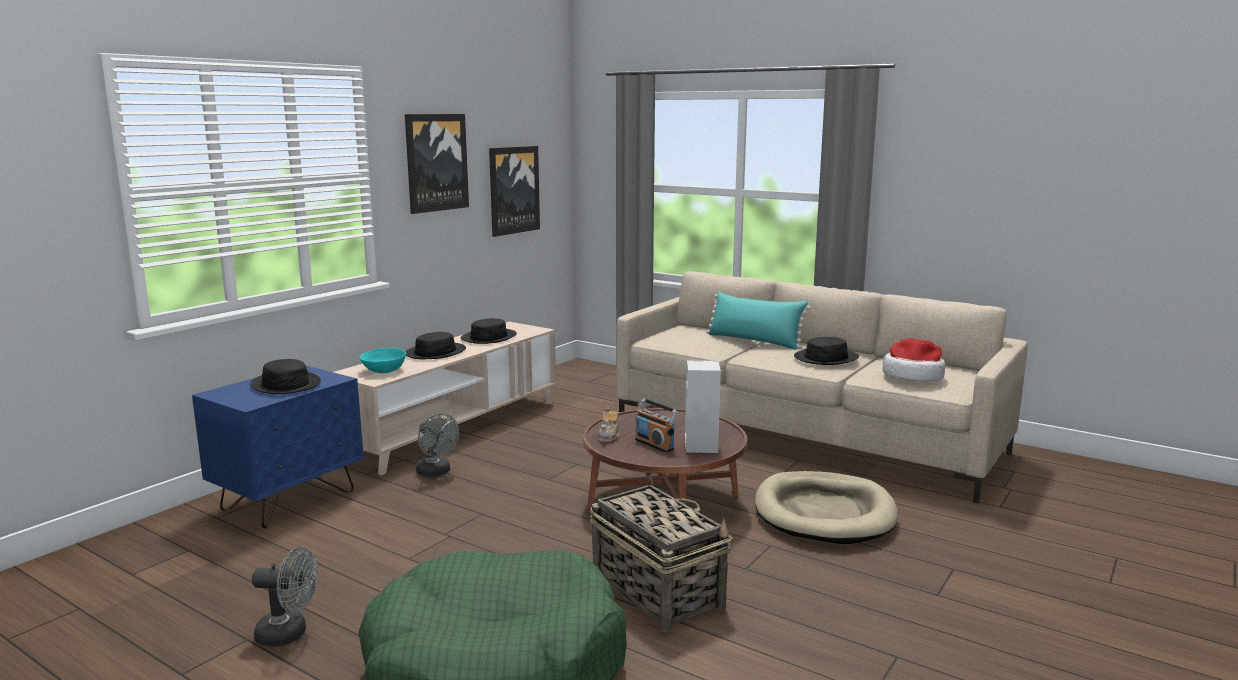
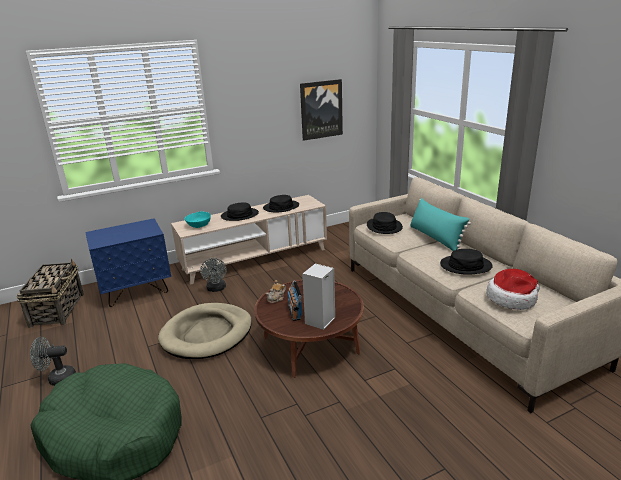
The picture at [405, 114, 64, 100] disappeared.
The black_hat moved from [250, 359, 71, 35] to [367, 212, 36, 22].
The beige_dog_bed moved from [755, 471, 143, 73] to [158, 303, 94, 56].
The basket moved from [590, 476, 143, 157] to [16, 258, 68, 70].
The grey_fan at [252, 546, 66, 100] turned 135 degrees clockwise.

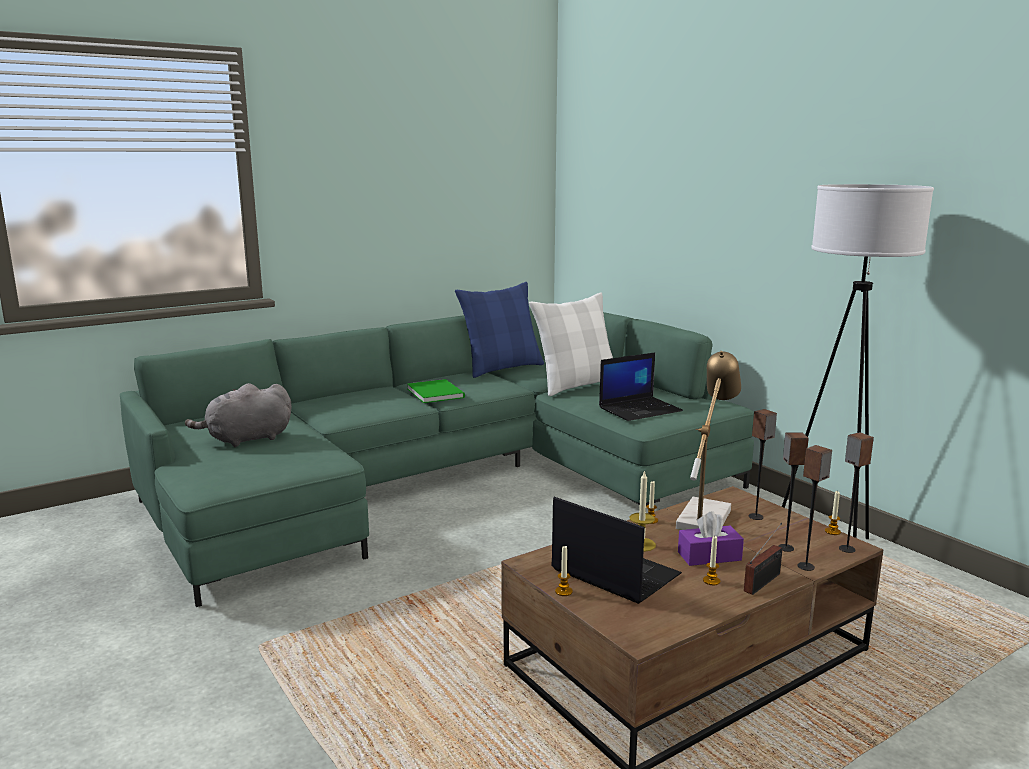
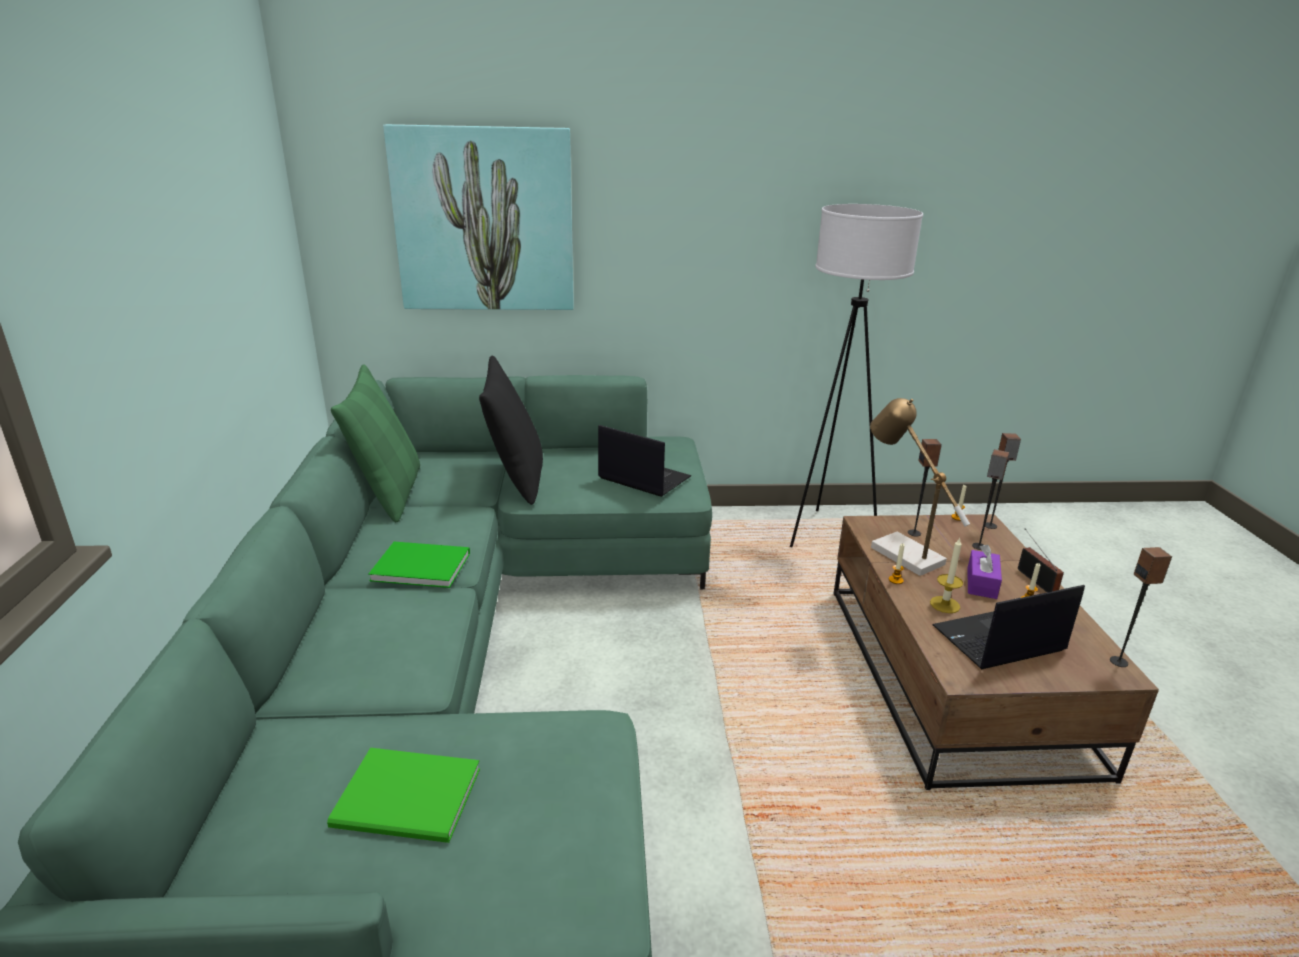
The blue_pillow at [455, 282, 89, 96] became the green_pillow at [331, 364, 89, 158].
The white_pillow at [529, 292, 84, 104] became the black_pillow at [479, 356, 64, 149].
The laptop at [599, 352, 84, 69] turned 60 degrees counterclockwise.
The grey_plush_toy at [185, 383, 107, 64] was replaced by the green_book at [327, 748, 153, 95].
The speaker moved from [798, 445, 34, 126] to [1110, 547, 62, 120].
The candle at [555, 545, 18, 51] disappeared.
The picture at [383, 124, 191, 186] appeared.

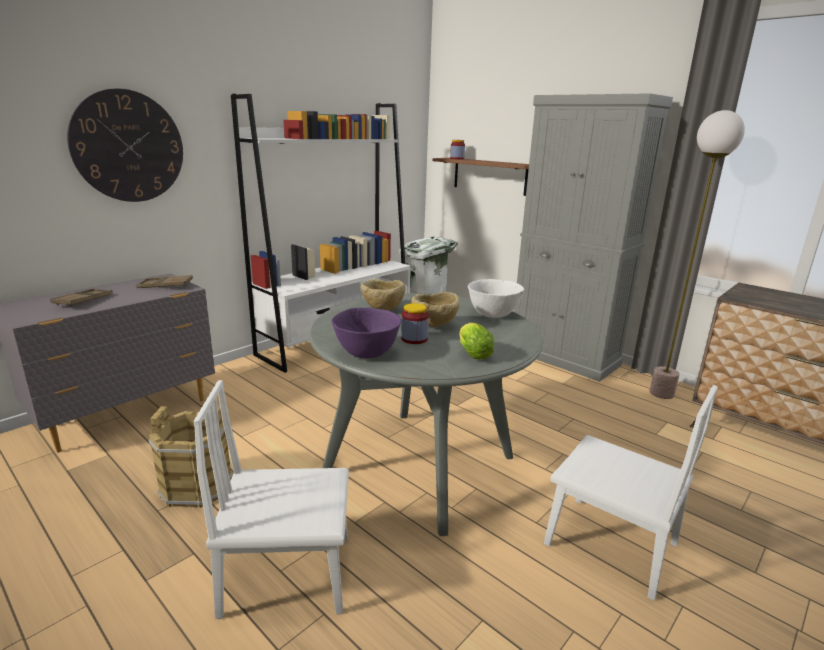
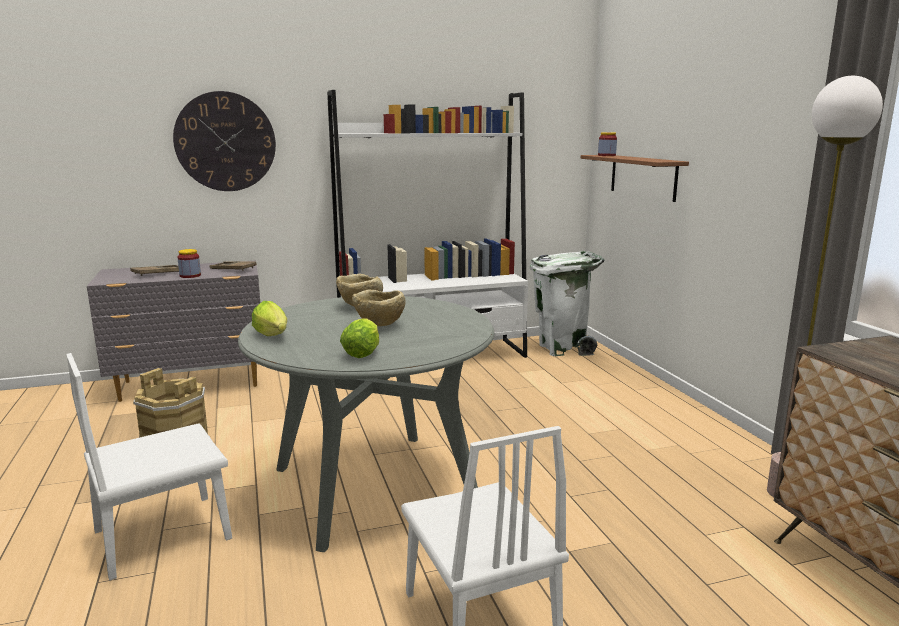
The grey_cabinet at [514, 93, 159, 289] disappeared.
The white_bowl at [468, 279, 56, 39] disappeared.
The jar moved from [401, 303, 28, 41] to [178, 249, 23, 29].
The purple_bowl at [332, 308, 69, 51] was replaced by the lettuce at [252, 301, 35, 35].
The white_chair at [194, 380, 155, 239] turned 60 degrees counterclockwise.

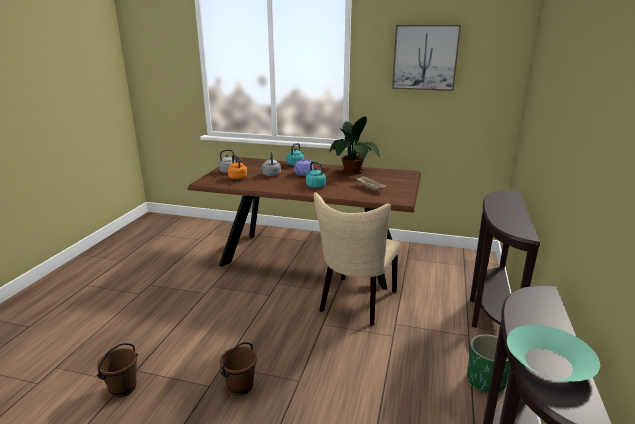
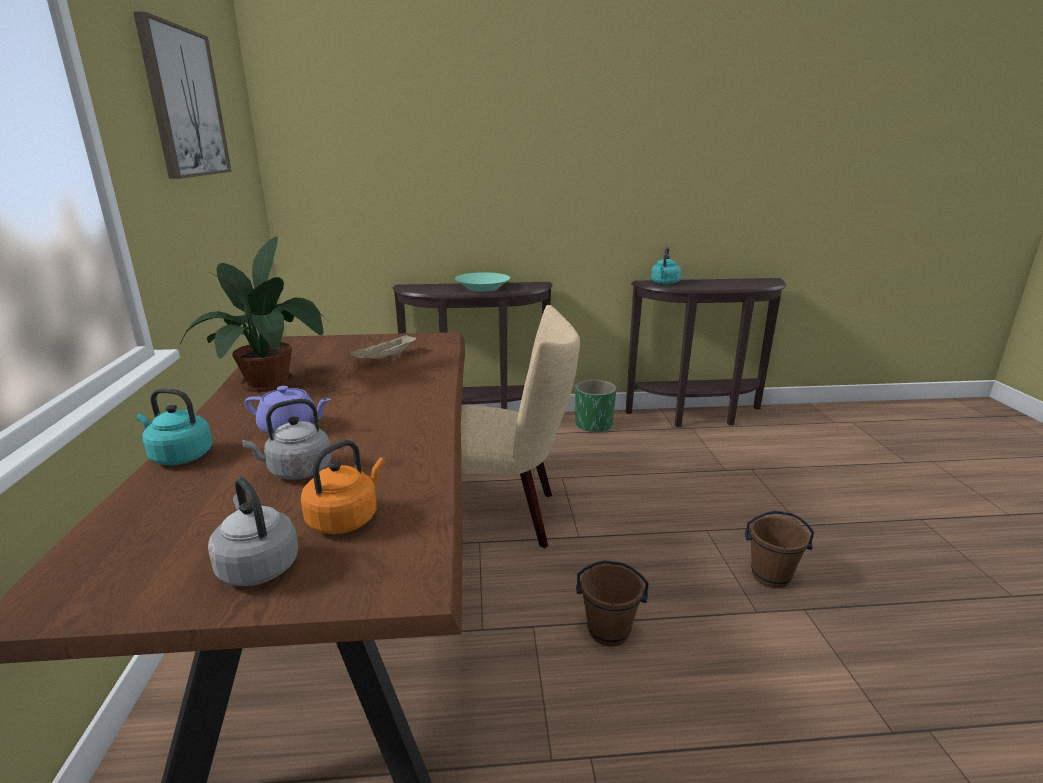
The turquoise_kettle moved from [304, 162, 22, 26] to [651, 247, 30, 38].
The turquoise_bowl moved from [507, 325, 93, 56] to [455, 272, 55, 20].
The brown_bucket moved from [97, 343, 41, 54] to [576, 560, 73, 87].

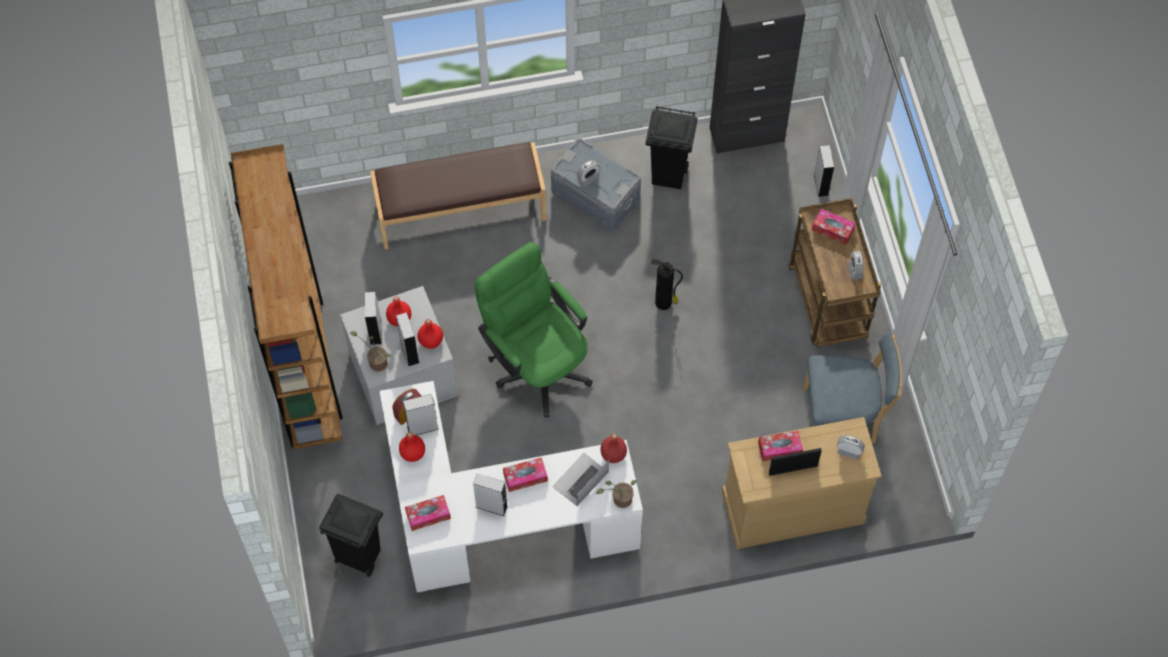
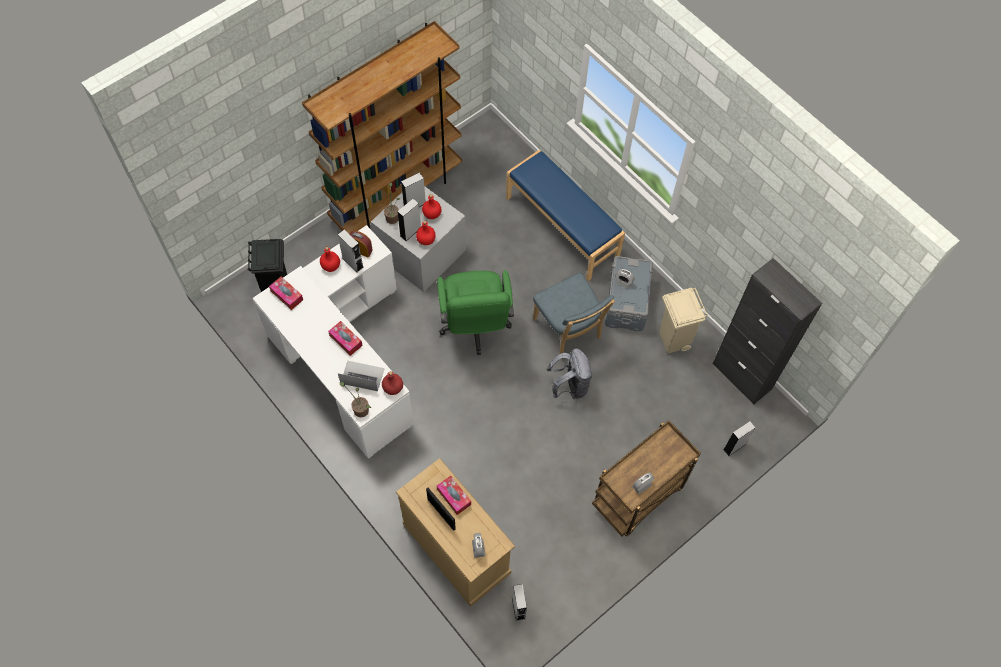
The black_trash_can at [646, 106, 52, 83] became the beige_trash_can at [659, 288, 49, 66].
The brown_bench at [370, 142, 176, 107] became the blue_bench at [506, 150, 119, 131].
The tissue_box at [812, 209, 44, 36] disappeared.
The green_office_chair at [475, 242, 118, 175] turned 150 degrees clockwise.
The fire_extinguisher at [651, 258, 32, 52] was replaced by the grey_backpack at [547, 348, 45, 51].
The blue_chair moved from [803, 332, 99, 112] to [533, 273, 82, 81].
The grey_speaker moved from [473, 473, 35, 43] to [512, 584, 15, 37].

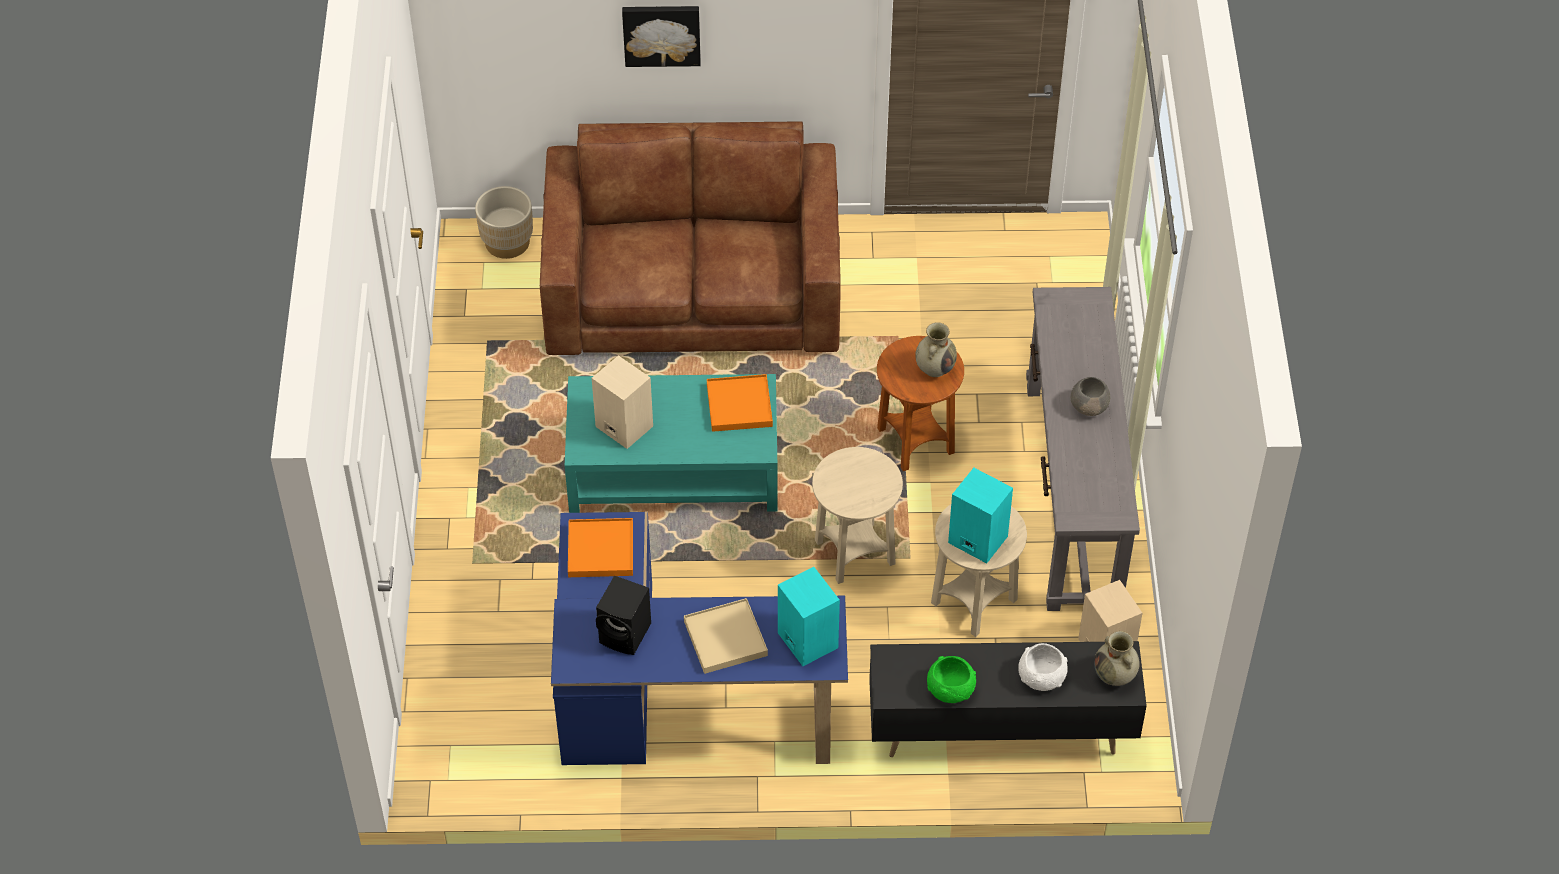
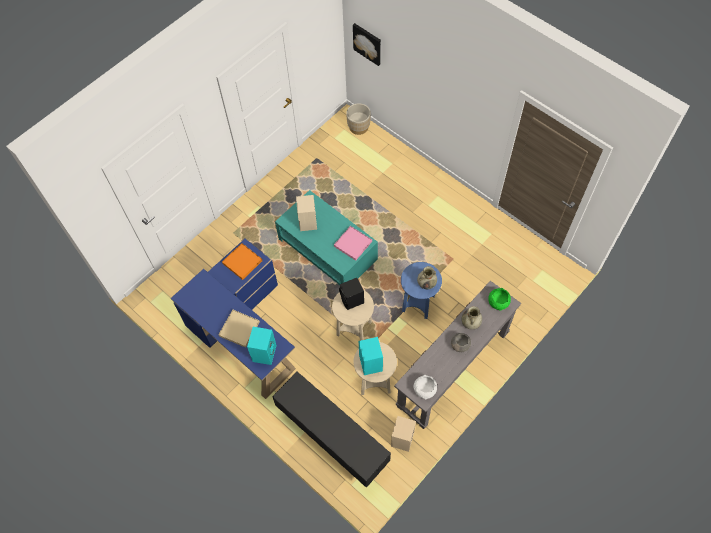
The picture moved from [622, 6, 79, 61] to [353, 23, 28, 43].
The brown_sofa at [540, 121, 301, 234] disappeared.
The brown_side_table at [877, 336, 87, 135] became the blue_side_table at [401, 262, 41, 57].
The orange_tray at [707, 374, 66, 58] became the pink_tray at [334, 226, 38, 35].
The black_speaker moved from [596, 575, 55, 80] to [339, 278, 25, 32].
The beige_vase moved from [1094, 631, 46, 55] to [461, 306, 21, 24].
The white_bowl moved from [1018, 643, 50, 48] to [413, 375, 24, 25].
The green_bowl moved from [927, 656, 49, 47] to [488, 288, 23, 23].

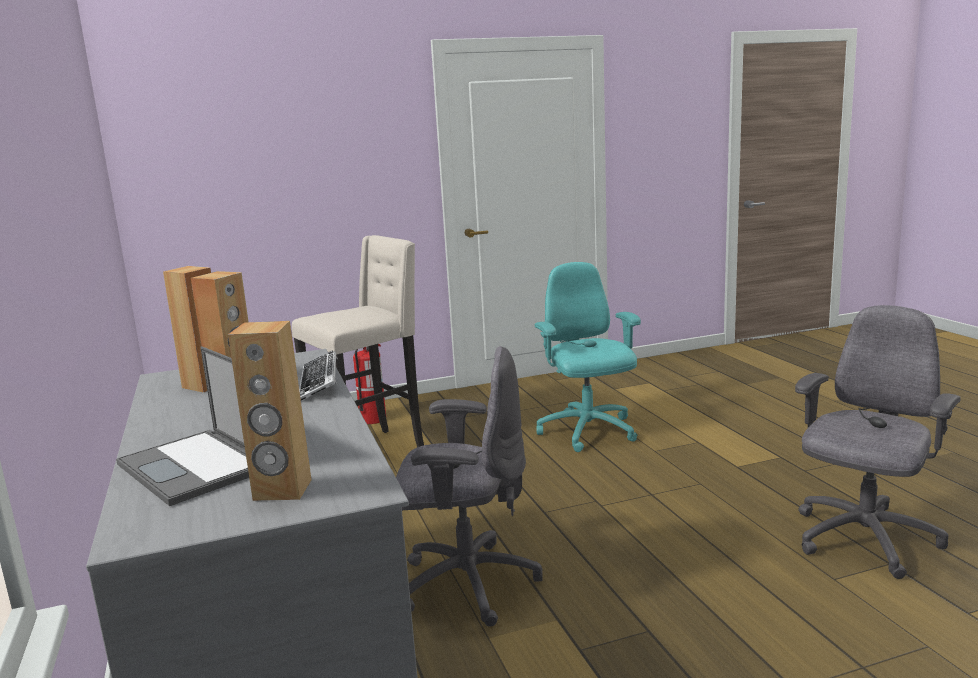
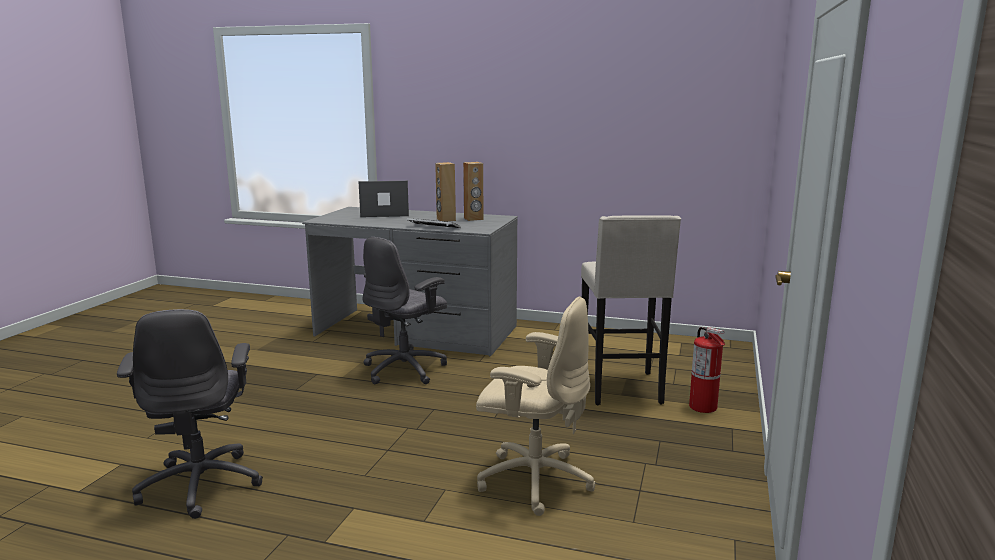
The turquoise_office_chair at [535, 262, 106, 190] became the beige_office_chair at [476, 296, 120, 220].
The brown_speaker at [228, 321, 83, 180] disappeared.

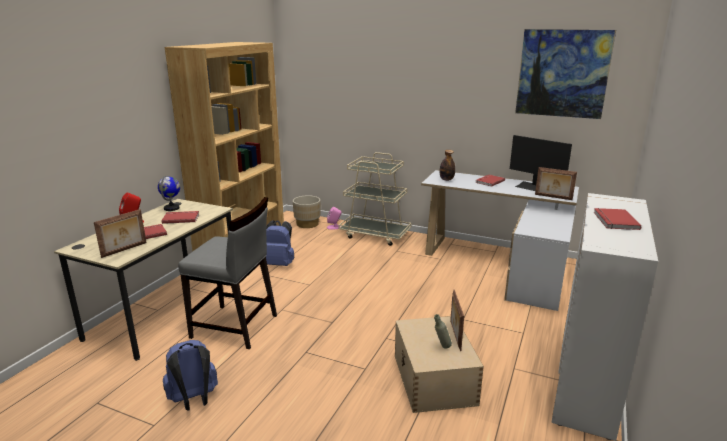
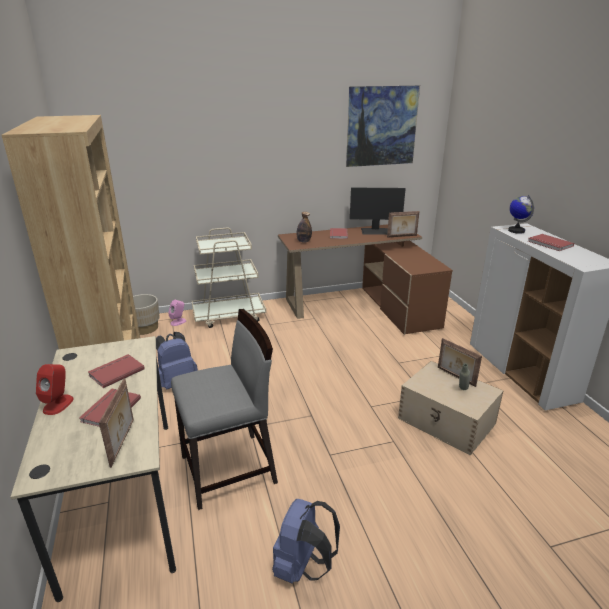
The white_desk at [421, 170, 158, 141] became the brown_desk at [278, 224, 175, 111].
The globe moved from [158, 176, 22, 35] to [508, 195, 26, 39].

